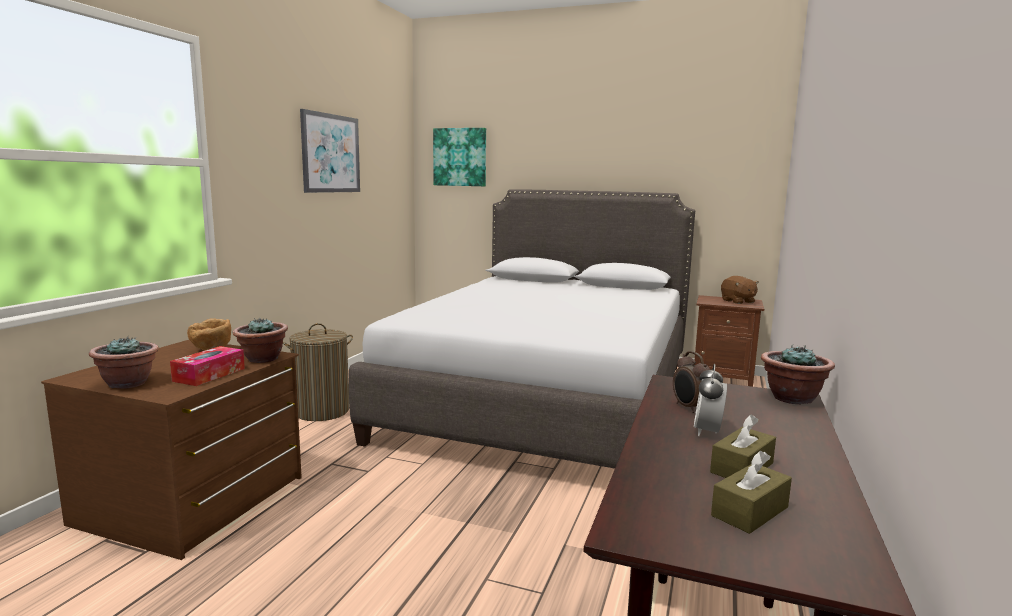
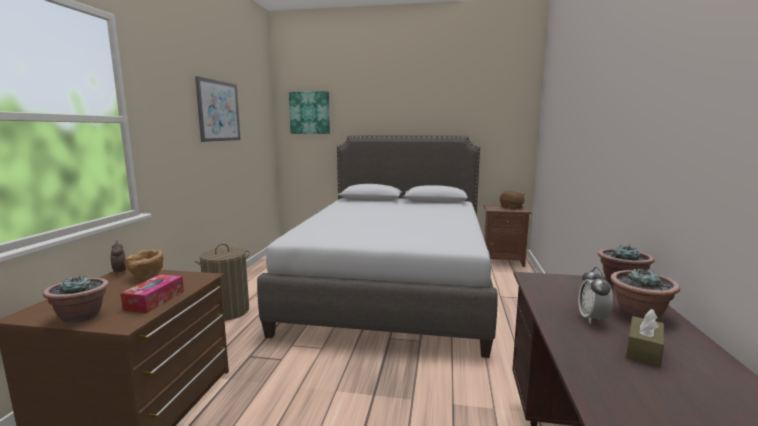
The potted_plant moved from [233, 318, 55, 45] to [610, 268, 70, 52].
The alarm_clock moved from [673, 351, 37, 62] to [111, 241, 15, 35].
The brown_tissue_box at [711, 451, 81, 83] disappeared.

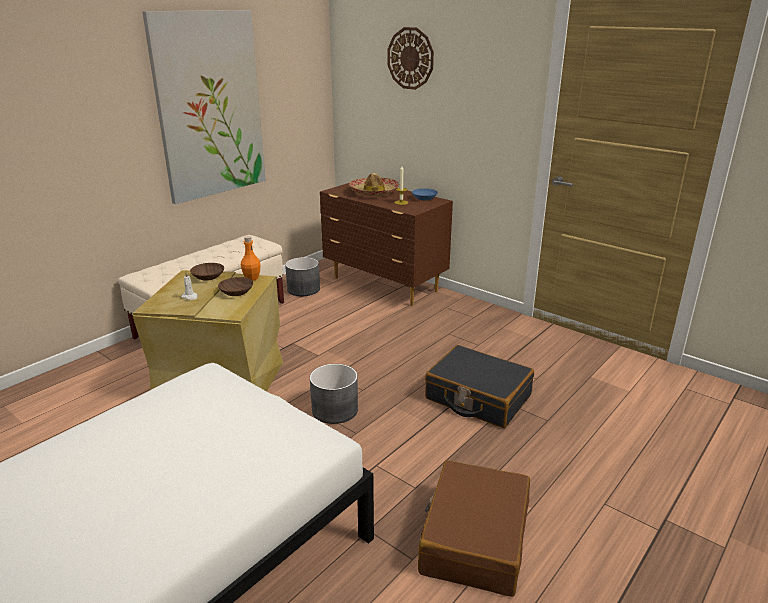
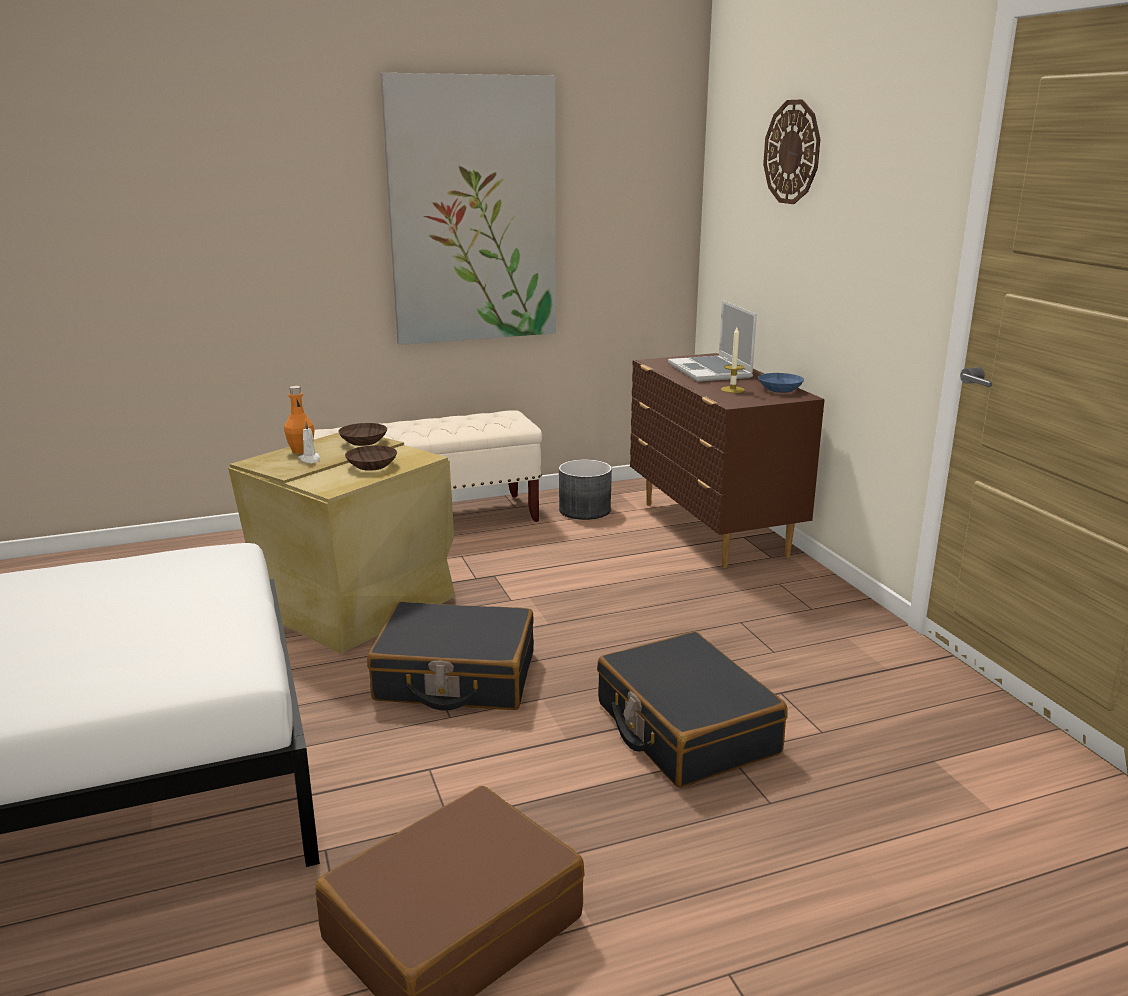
The hat at [349, 173, 50, 23] was replaced by the laptop at [668, 300, 89, 82].
The orange_bottle moved from [241, 236, 20, 45] to [284, 386, 31, 68].
The grey_planter at [310, 364, 48, 60] was replaced by the black_suitcase at [367, 602, 167, 109].

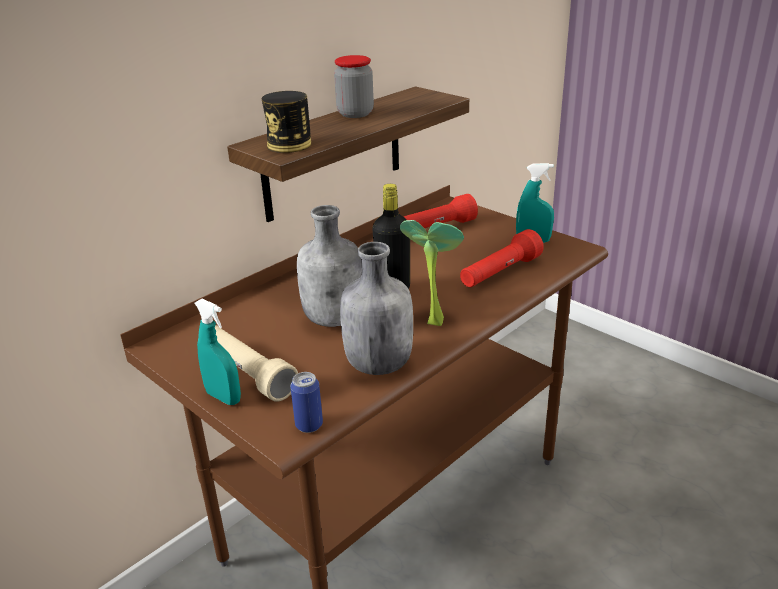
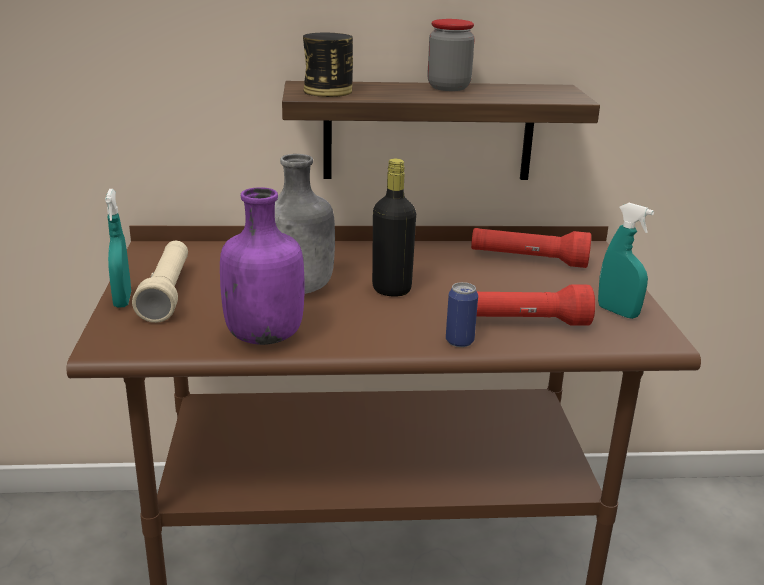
The potted_plant at [400, 220, 64, 106] disappeared.
The grey_bottle at [340, 242, 73, 133] became the purple_bottle at [220, 187, 84, 158].
The can moved from [290, 372, 33, 61] to [446, 282, 32, 65].

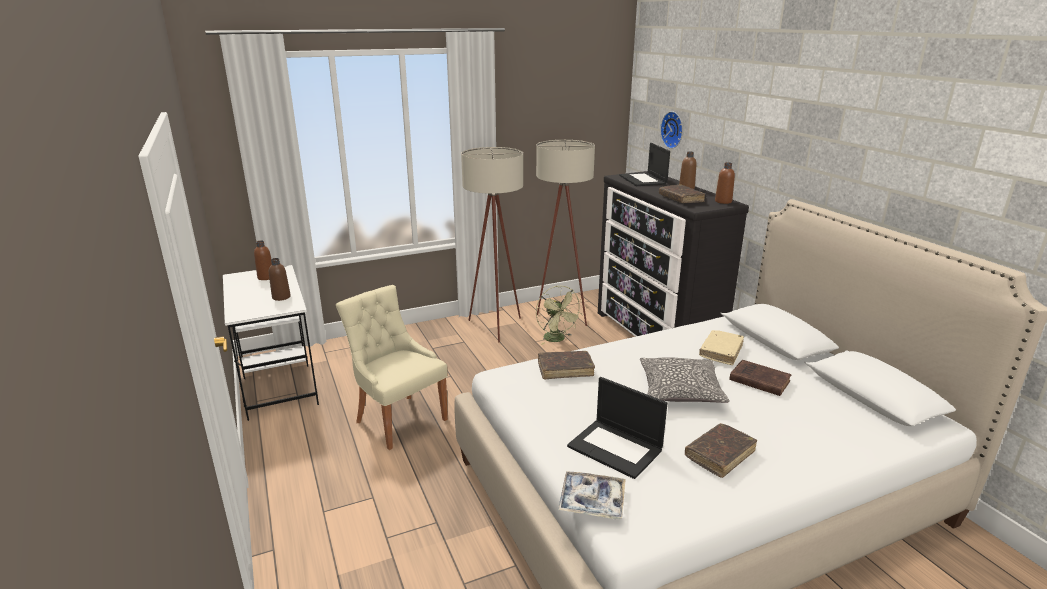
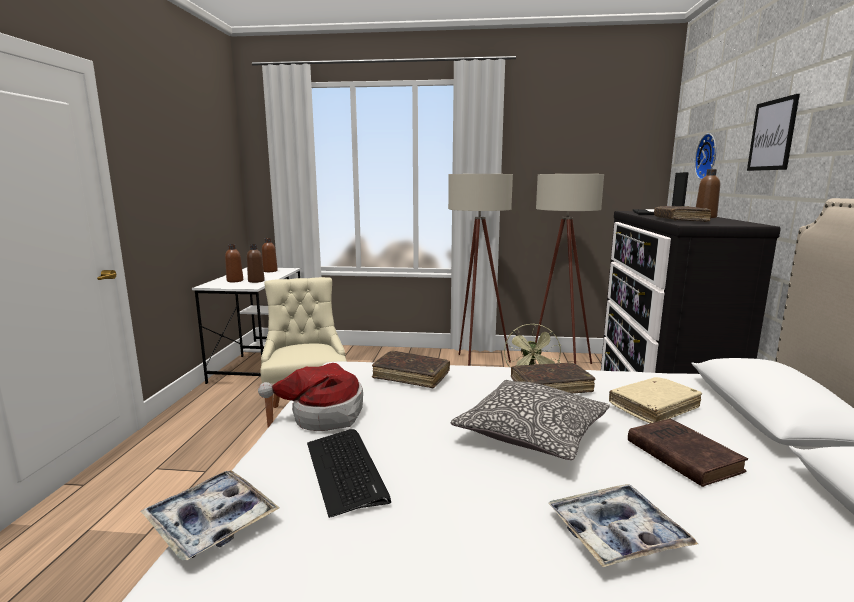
The brown_bottle moved from [715, 162, 20, 42] to [225, 244, 18, 38].
The laptop at [567, 377, 101, 102] was replaced by the keyboard at [307, 429, 84, 89].
The brown_book moved from [685, 423, 72, 55] to [511, 362, 85, 32].
The picture at [747, 94, 53, 77] appeared.
The hat at [258, 363, 105, 68] appeared.
The tray at [549, 484, 149, 83] appeared.

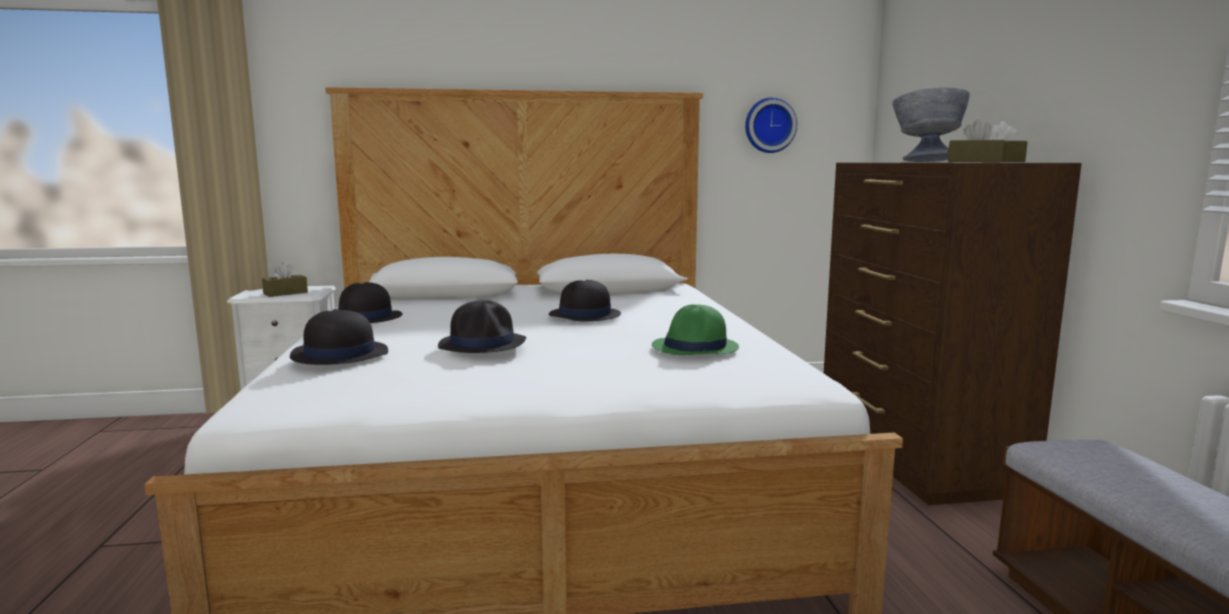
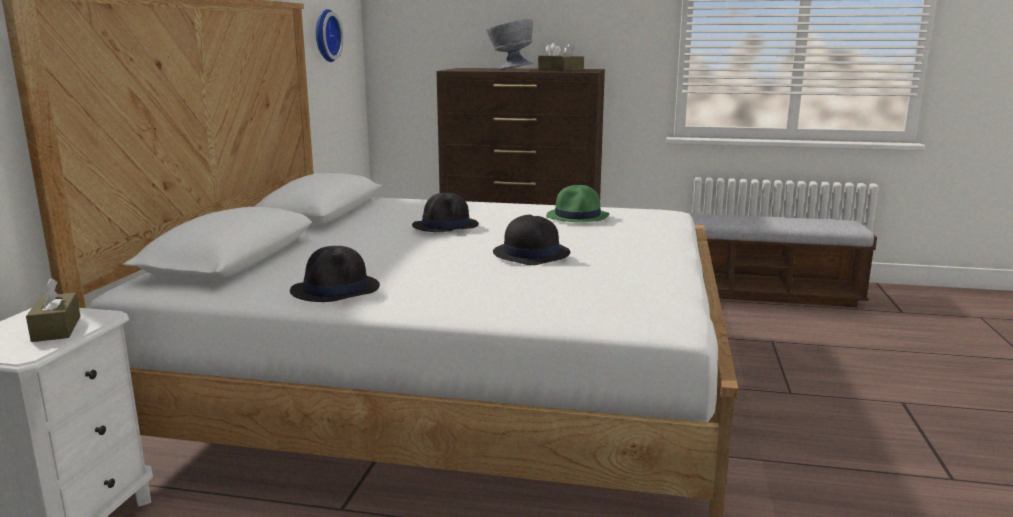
The black_hat at [290, 309, 98, 56] disappeared.

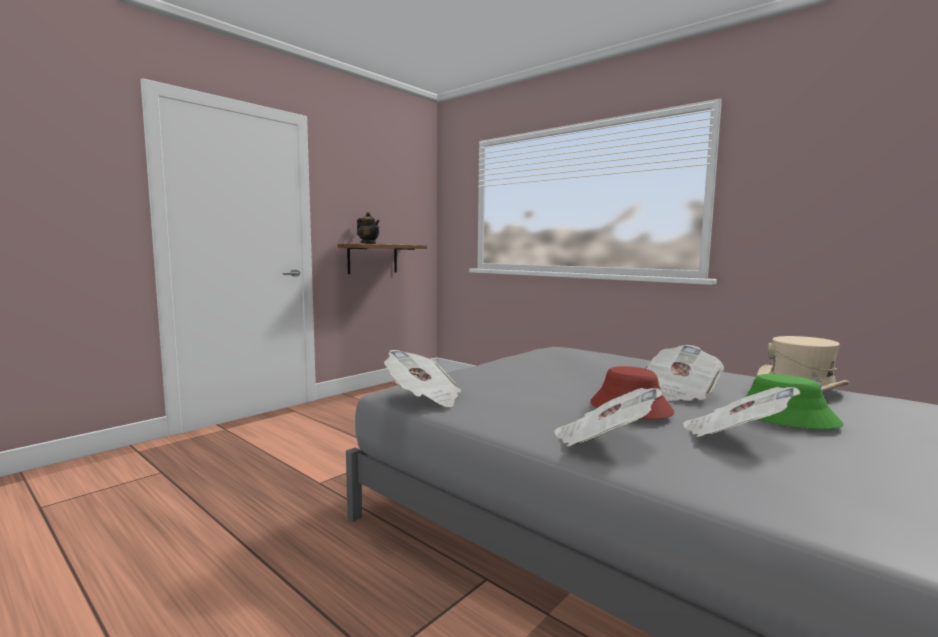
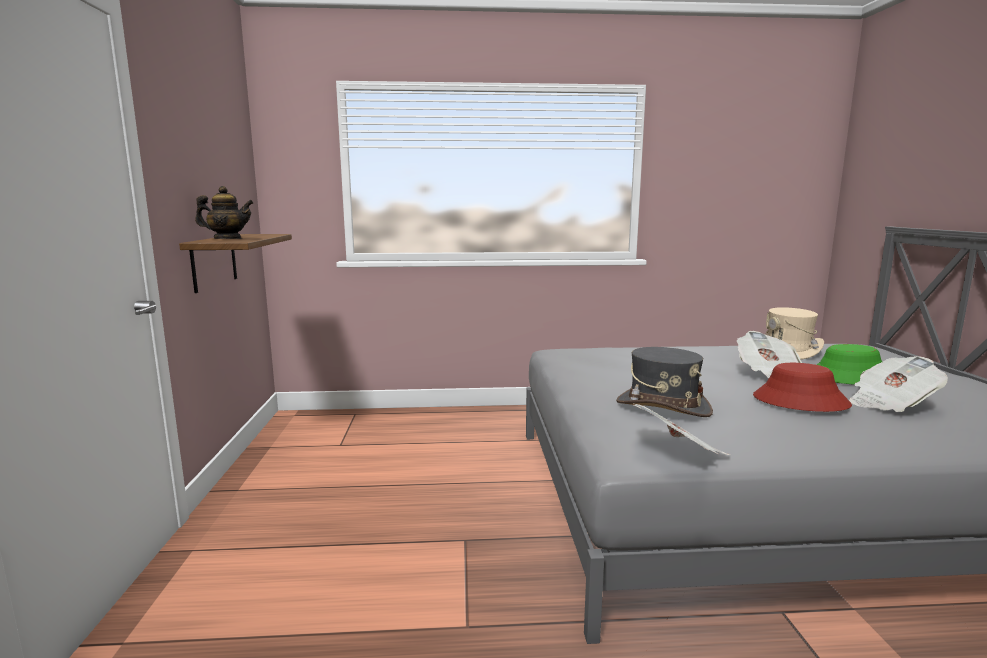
The newspaper at [554, 388, 109, 59] disappeared.
The grey_hat at [616, 347, 97, 70] appeared.

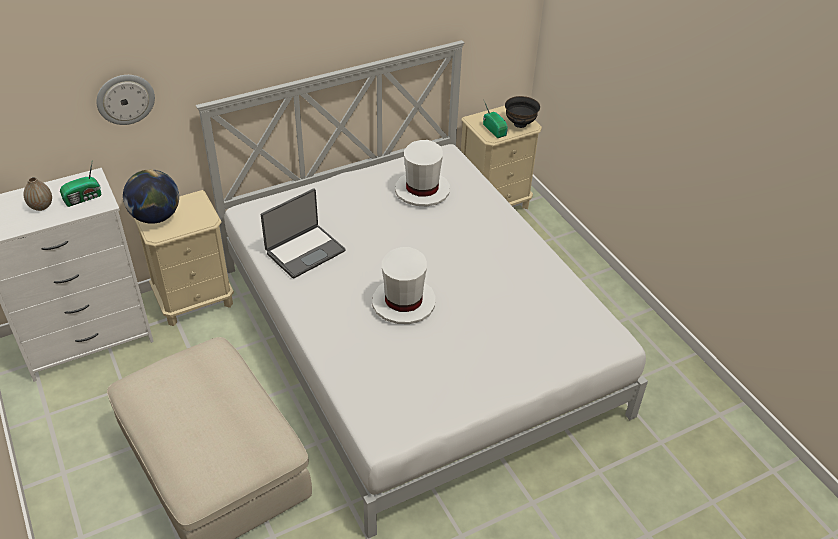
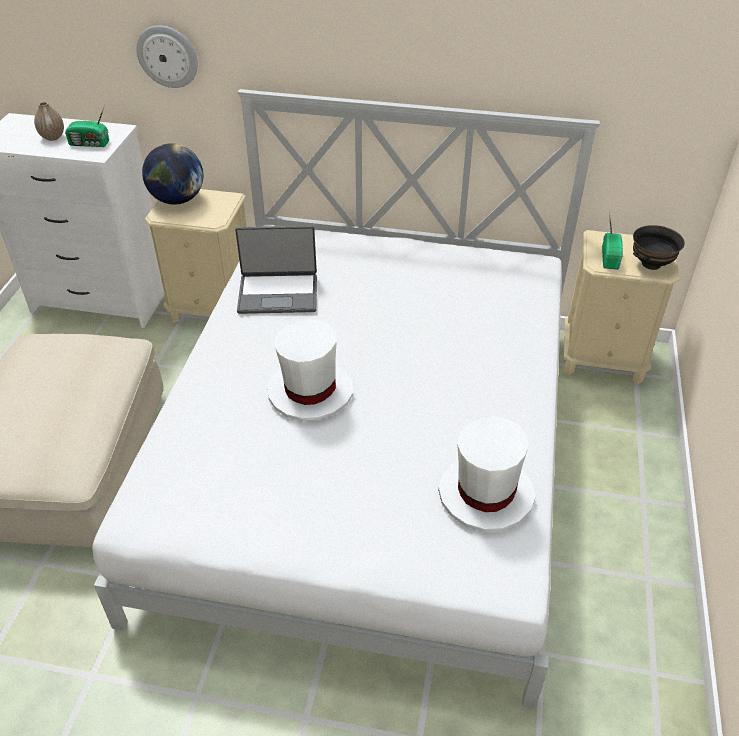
The white_hat moved from [395, 140, 55, 66] to [438, 417, 98, 115].

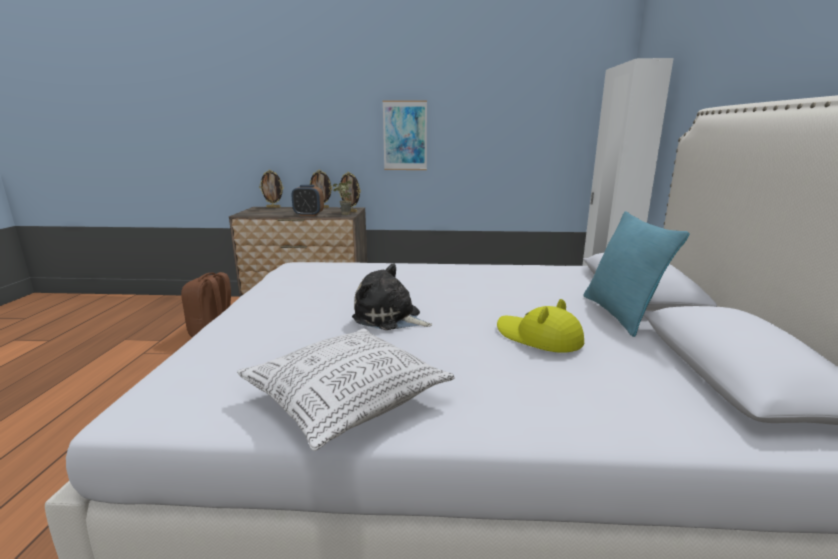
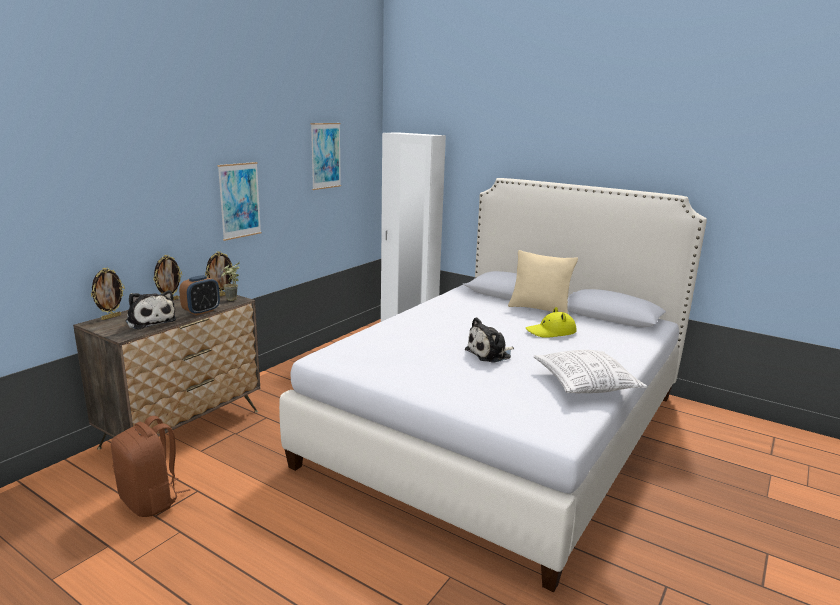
The turquoise_pillow at [583, 211, 106, 126] became the beige_pillow at [508, 250, 70, 64].
The picture at [311, 123, 30, 67] appeared.
The plush_toy at [125, 290, 52, 40] appeared.

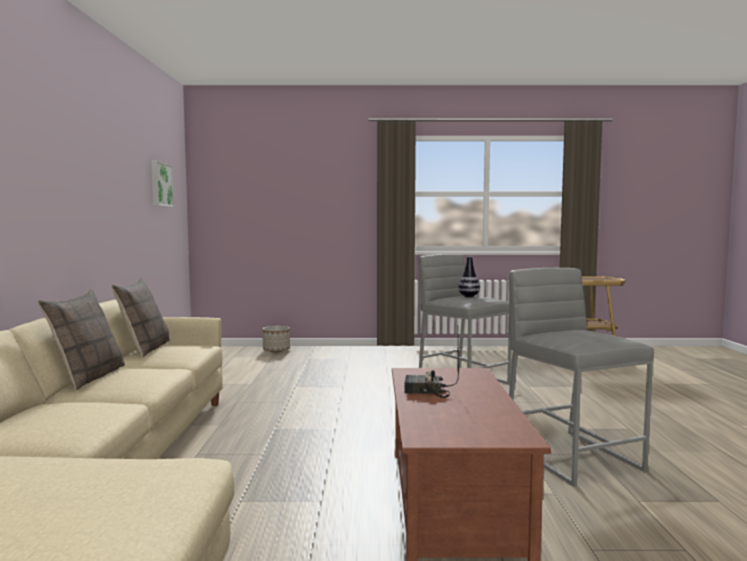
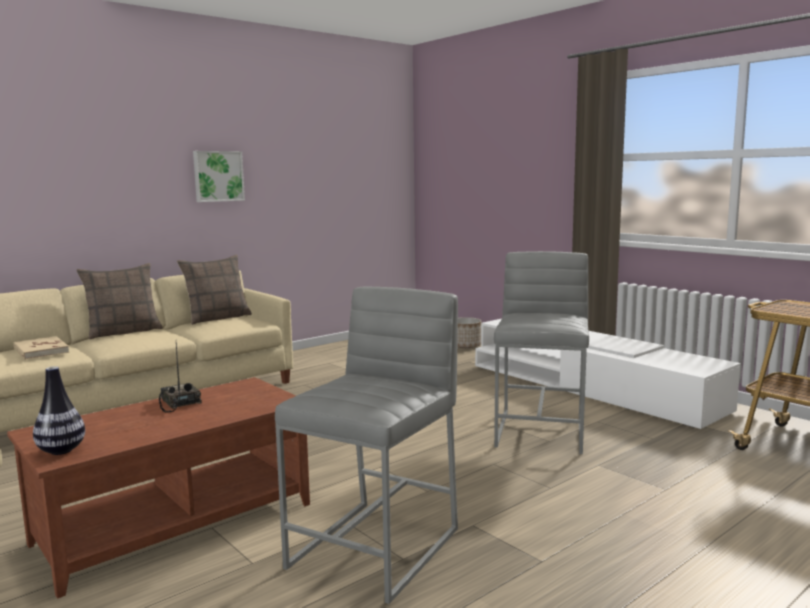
The picture moved from [151, 161, 23, 46] to [193, 151, 52, 51].
The vase moved from [458, 257, 22, 40] to [33, 366, 52, 89].
The white_tv_stand at [475, 319, 266, 110] appeared.
The beige_book at [13, 336, 56, 24] appeared.

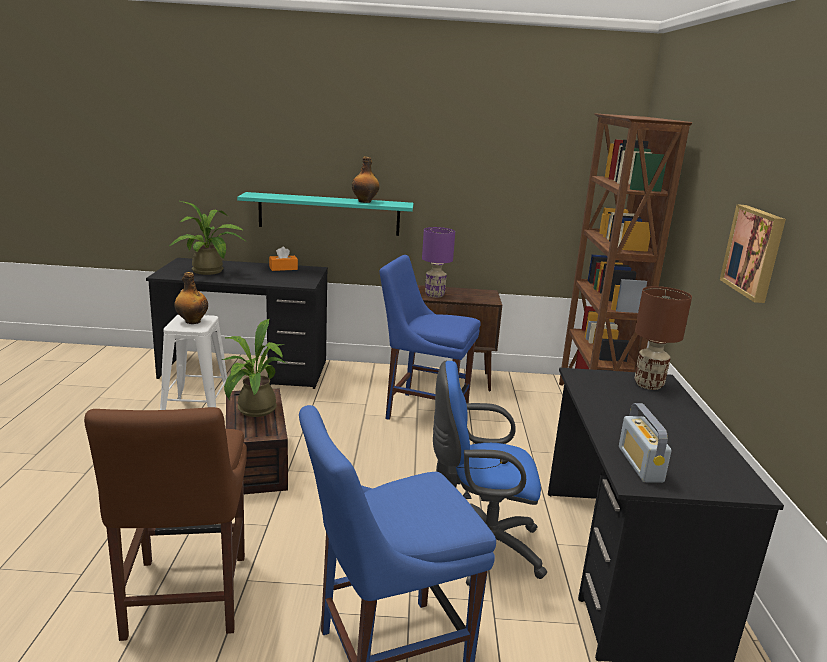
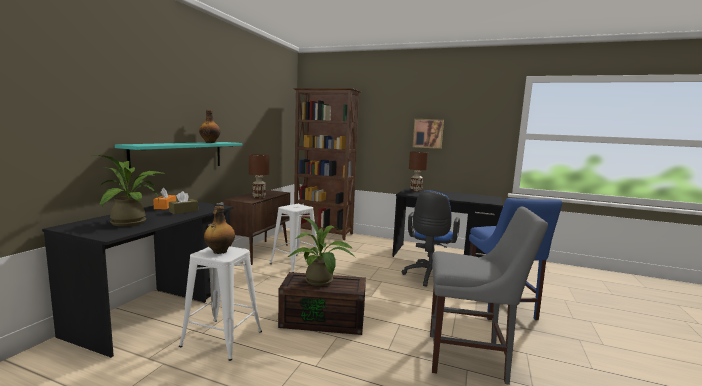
The purple_table_lamp at [422, 227, 33, 71] became the brown_table_lamp at [249, 154, 20, 44].
The blue_chair at [379, 255, 102, 165] was replaced by the white_stool at [270, 204, 48, 68].
The radio at [619, 403, 53, 80] disappeared.
The brown_chair at [84, 407, 163, 234] became the grey_chair at [430, 207, 118, 178].
The brown_tissue_box at [169, 191, 29, 23] appeared.

